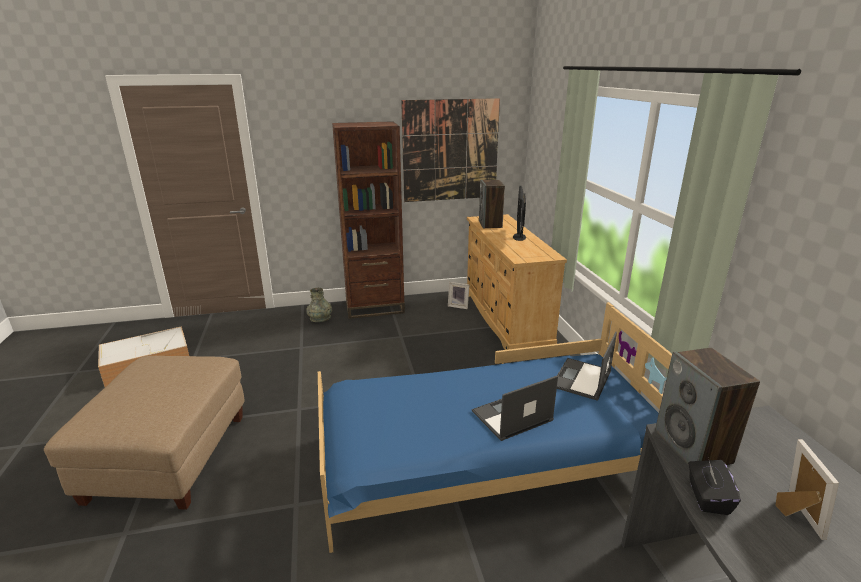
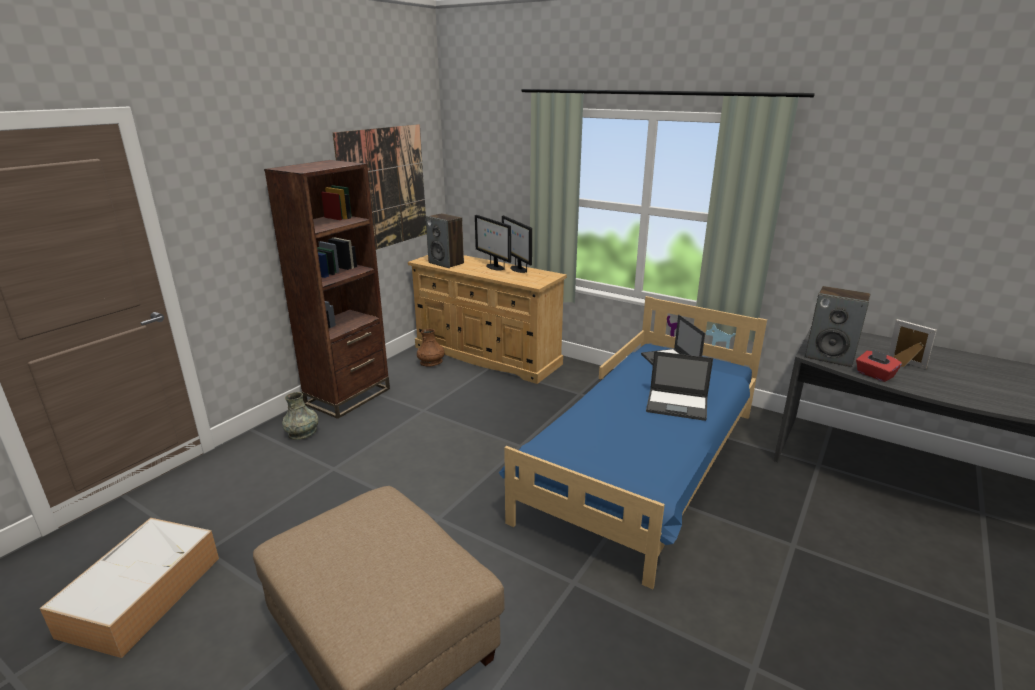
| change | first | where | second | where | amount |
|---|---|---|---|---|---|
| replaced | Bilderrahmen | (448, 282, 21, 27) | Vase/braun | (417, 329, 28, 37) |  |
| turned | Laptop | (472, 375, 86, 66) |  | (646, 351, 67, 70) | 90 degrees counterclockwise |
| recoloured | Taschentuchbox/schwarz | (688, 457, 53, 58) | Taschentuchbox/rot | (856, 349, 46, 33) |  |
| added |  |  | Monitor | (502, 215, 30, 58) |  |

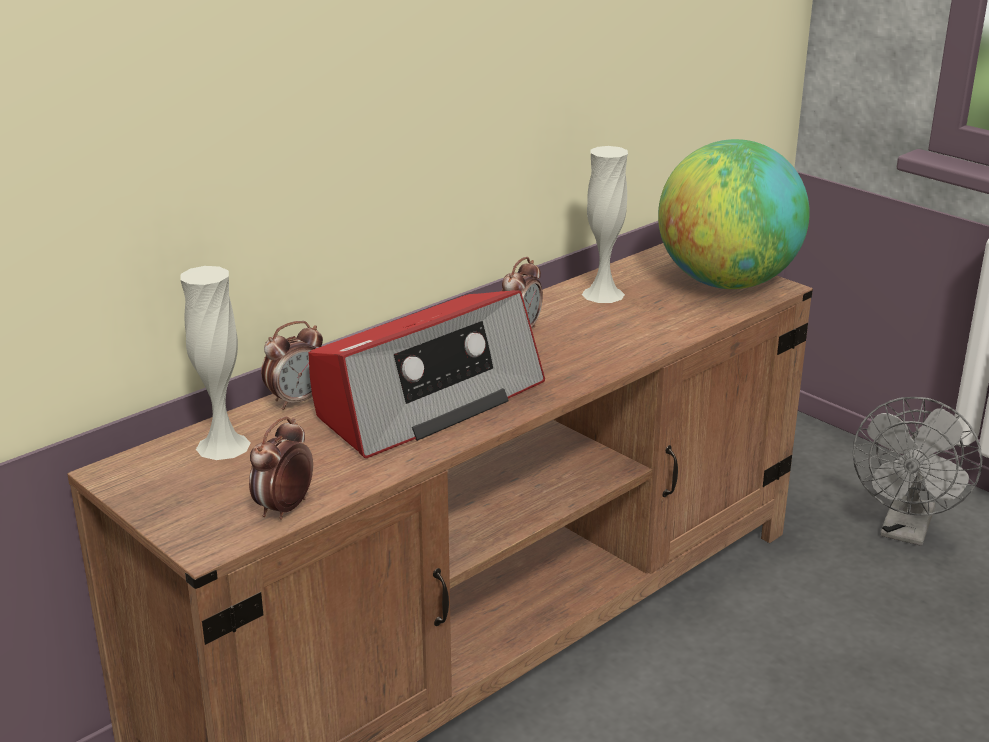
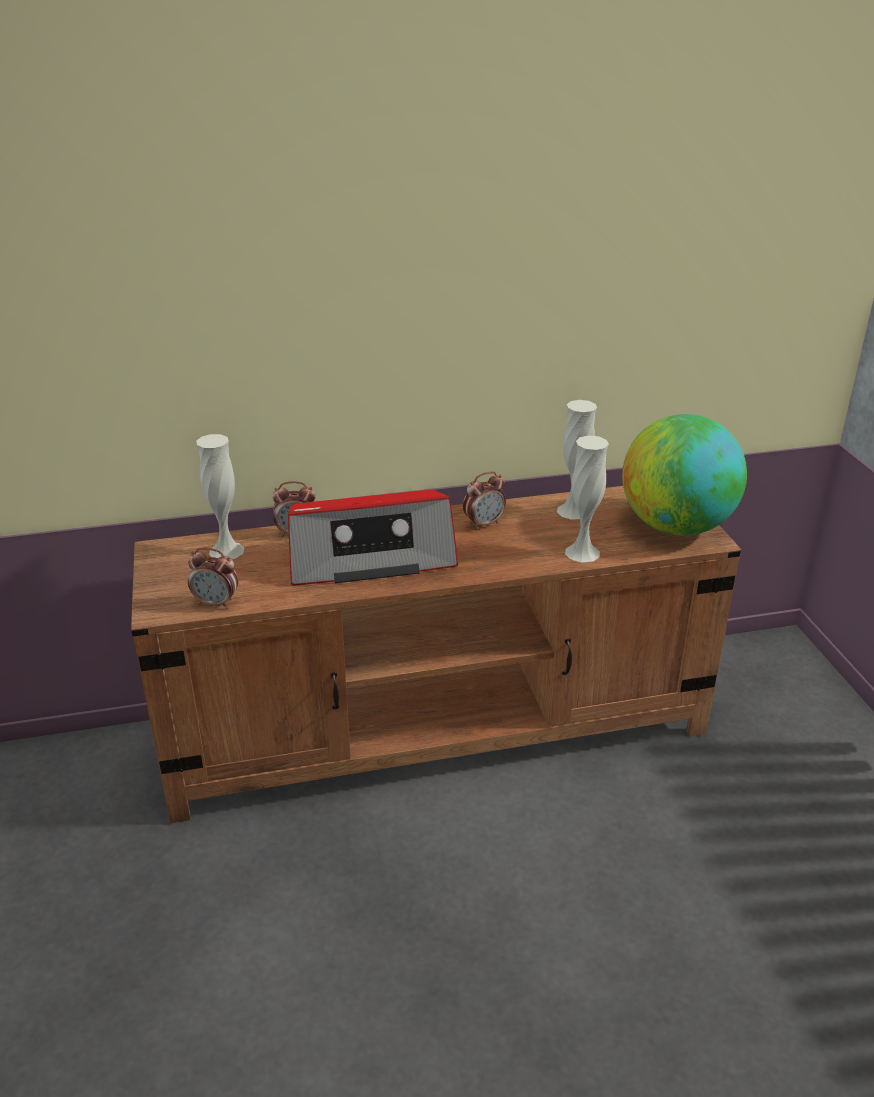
| change | first | where | second | where | amount |
|---|---|---|---|---|---|
| removed | Ventilator/grau | (853, 397, 129, 149) |  |  |  |
| turned | Wecker | (249, 417, 64, 102) |  | (188, 547, 50, 62) | 135 degrees counterclockwise |
| added |  |  | Vase/weiß | (565, 435, 44, 127) |  |

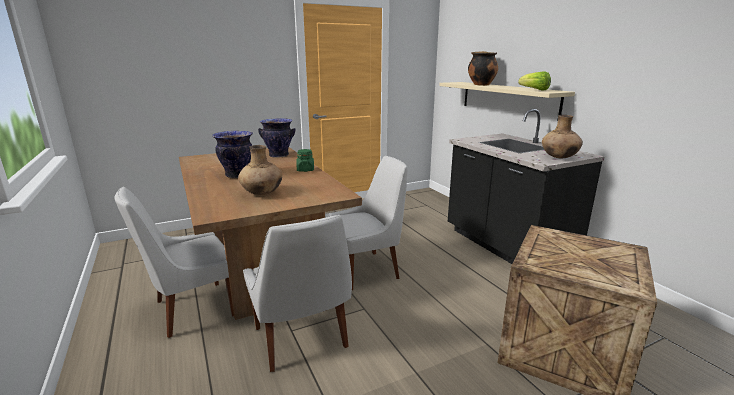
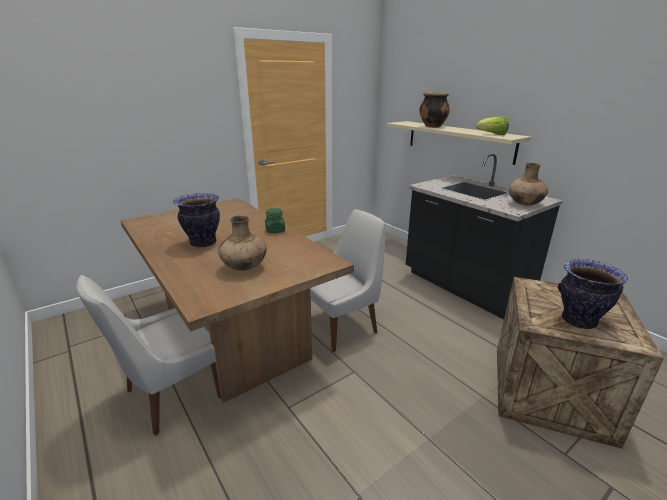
| change | first | where | second | where | amount |
|---|---|---|---|---|---|
| moved | Vase | (258, 118, 37, 40) |  | (558, 259, 70, 70) |  |
| removed | Stuhl/weiß | (243, 215, 109, 157) |  |  |  |

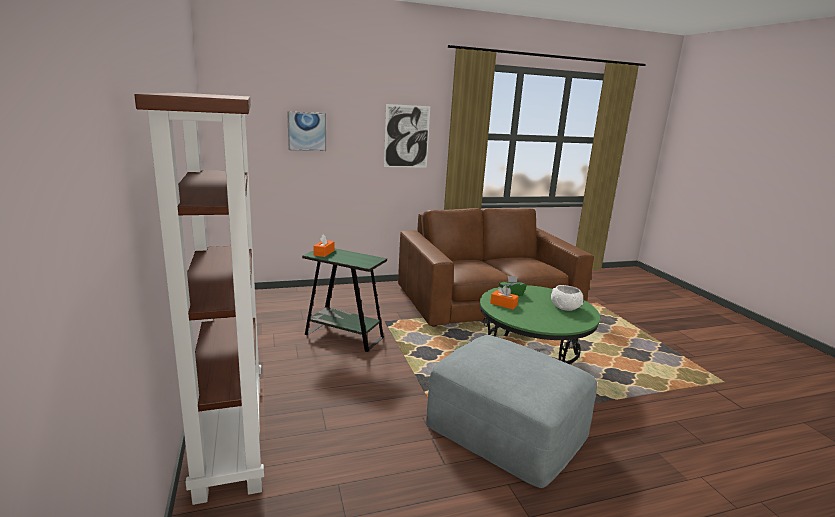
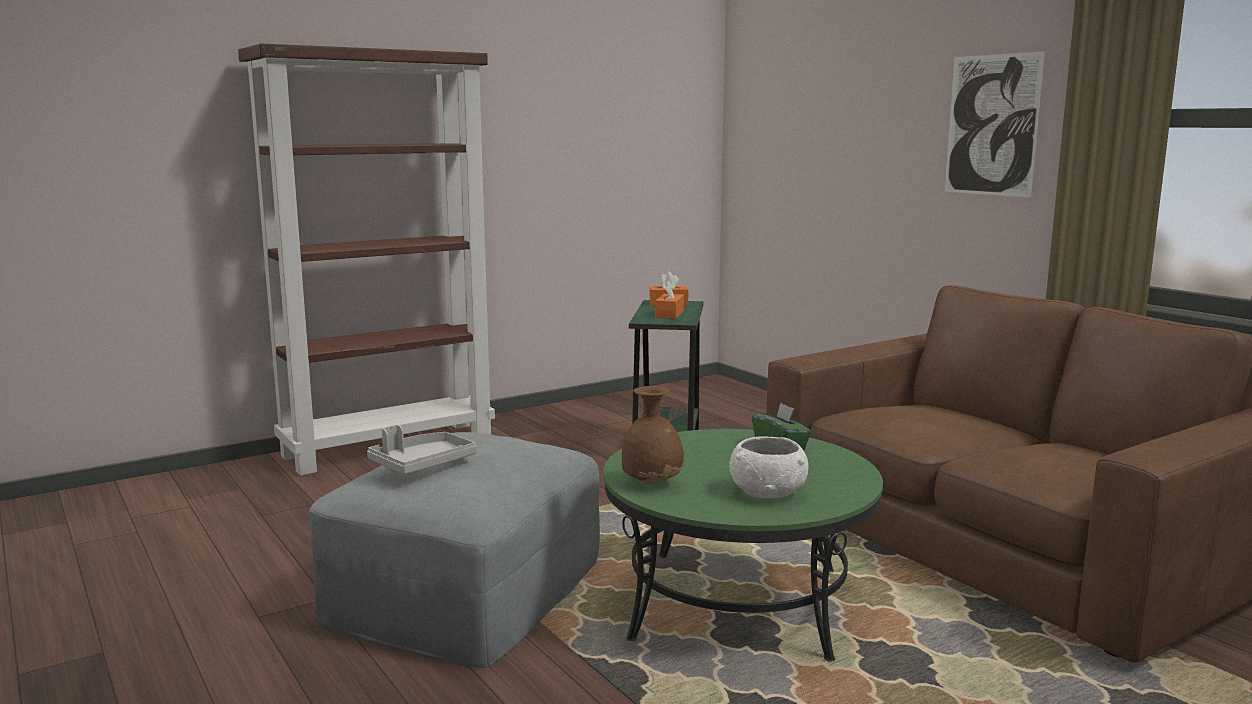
| change | first | where | second | where | amount |
|---|---|---|---|---|---|
| removed | Bild | (287, 111, 39, 40) |  |  |  |
| moved | Taschentuchbox/orange | (490, 286, 29, 23) |  | (655, 281, 29, 38) |  |
| added |  |  | Vase/braun | (622, 386, 62, 99) |  |
| added |  |  | Tablett/grau | (367, 425, 109, 49) |  |

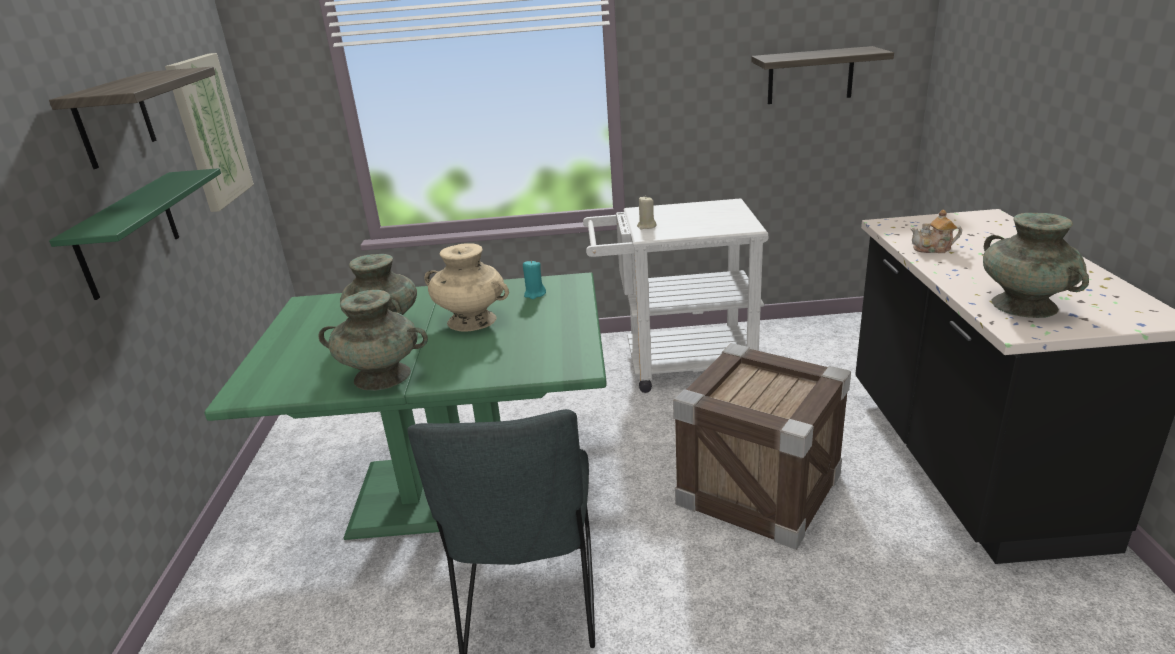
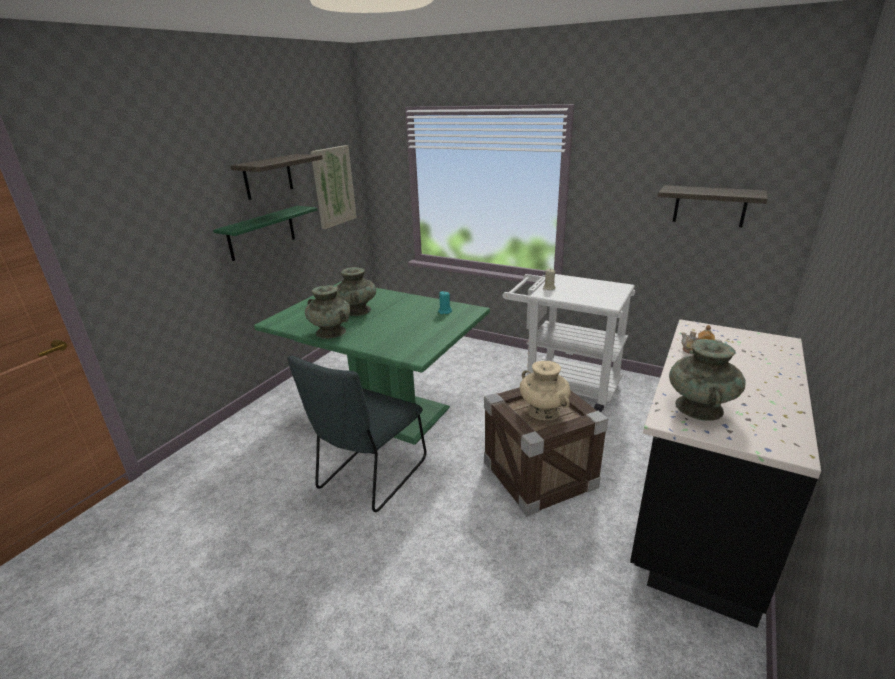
| change | first | where | second | where | amount |
|---|---|---|---|---|---|
| moved | Vase/beige | (424, 243, 85, 89) |  | (520, 361, 51, 59) |  |

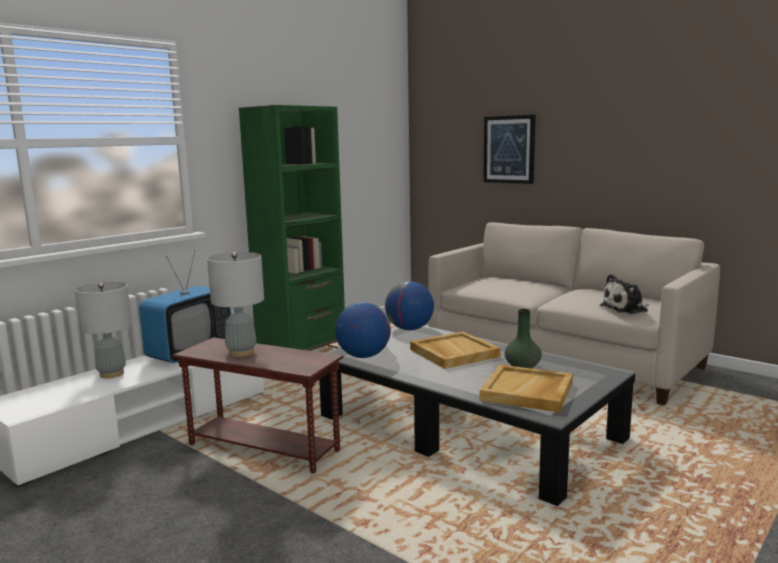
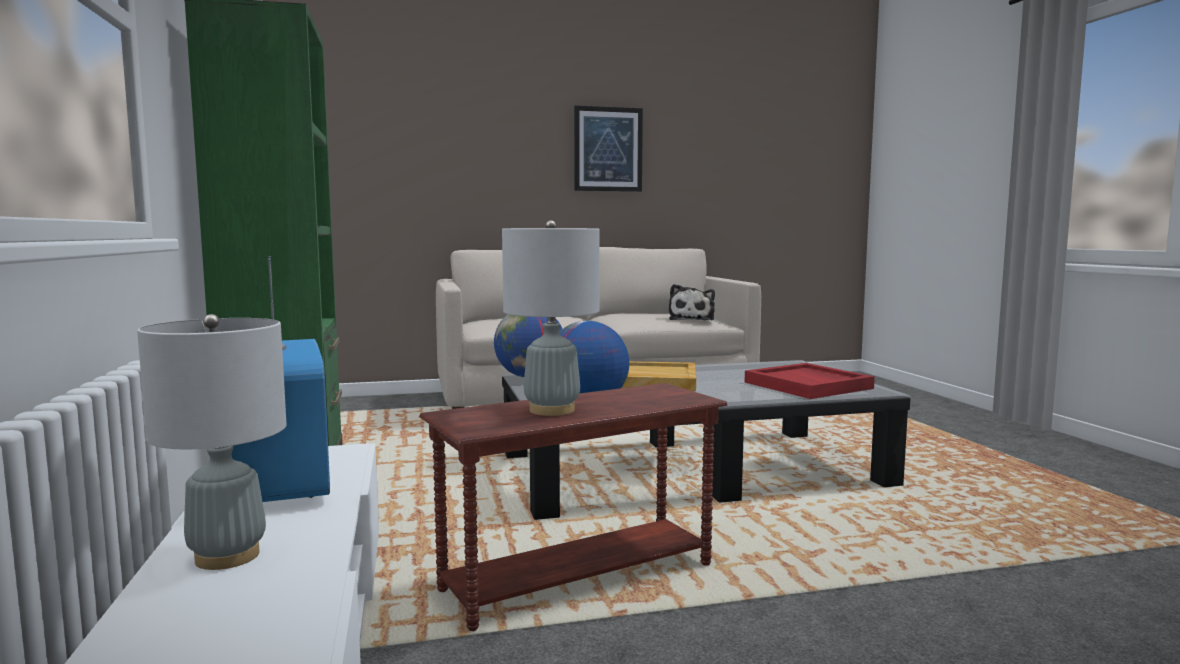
| change | first | where | second | where | amount |
|---|---|---|---|---|---|
| moved | Bild | (483, 115, 52, 69) |  | (574, 105, 69, 87) |  |
| removed | Vase/grün | (505, 309, 37, 59) |  |  |  |
| recoloured | Tablett/beige | (480, 365, 93, 48) | Tablett/rot | (745, 363, 130, 36) |  |

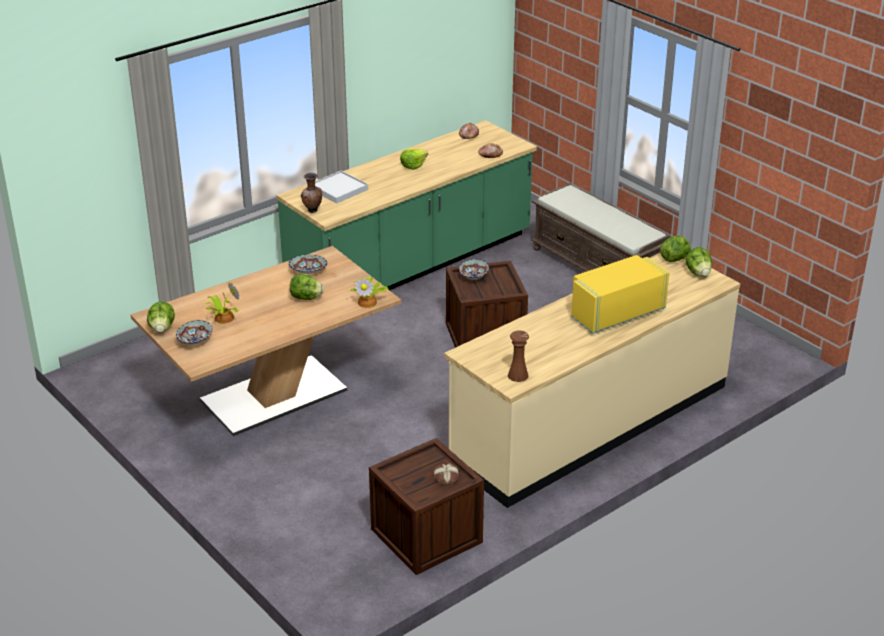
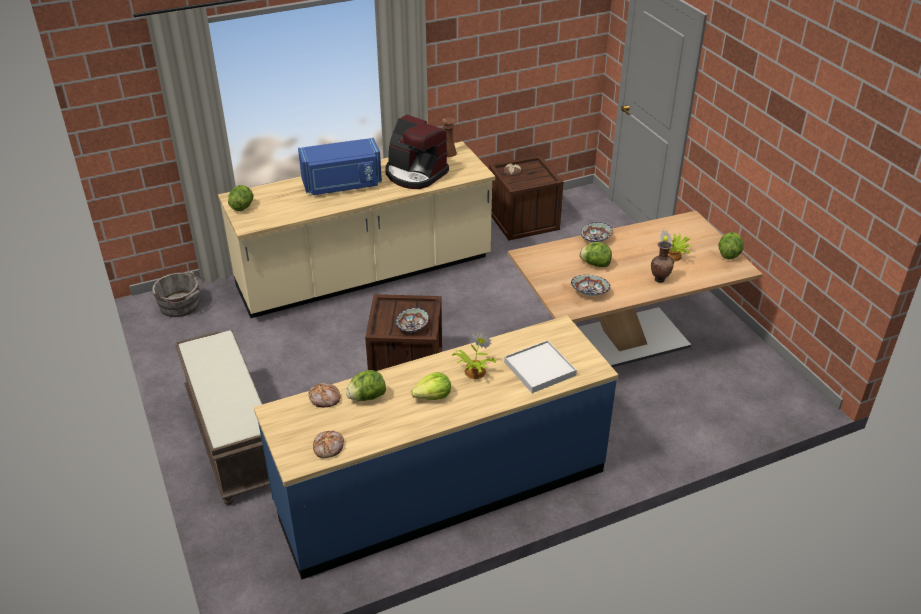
| change | first | where | second | where | amount |
|---|---|---|---|---|---|
| recoloured | Küchenzeile/grün | (276, 120, 261, 170) | Küchenzeile/blau | (254, 315, 364, 265) |  |
| moved | Vase/braun | (301, 173, 21, 40) |  | (651, 241, 23, 42) |  |
| moved | Salatkopf | (660, 236, 31, 26) |  | (346, 370, 40, 31) |  |
| recoloured | Mikrowelle/gelb | (571, 255, 99, 79) | Mikrowelle/blau | (298, 138, 84, 57) |  |
| moved | Topfpflanze | (349, 277, 40, 31) |  | (451, 332, 46, 47) |  |
| moved | Schüssel | (176, 320, 36, 25) |  | (581, 222, 31, 21) |  |
| added |  |  | Kaffeemaschine | (385, 115, 64, 74) |  |
| added |  |  | Eimer/grau | (152, 271, 51, 46) |  |

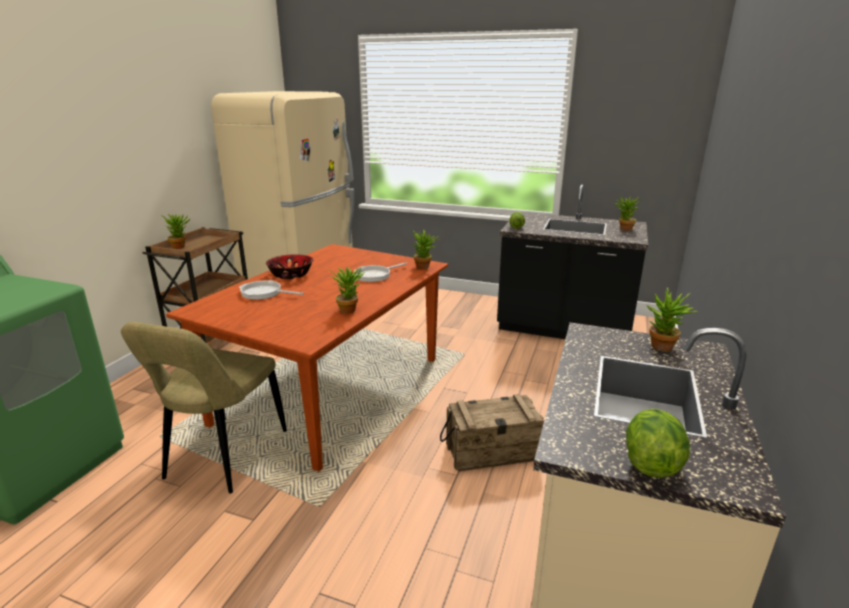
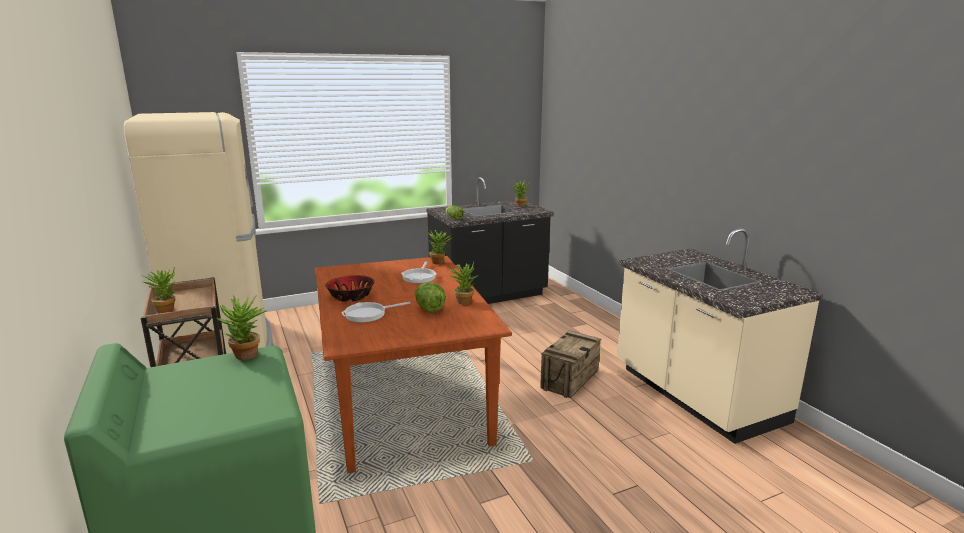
| change | first | where | second | where | amount |
|---|---|---|---|---|---|
| moved | Topfpflanze | (647, 287, 52, 64) |  | (216, 294, 51, 66) |  |
| removed | Stuhl/beige | (121, 322, 166, 171) |  |  |  |
| moved | Salatkopf | (626, 409, 64, 69) |  | (415, 282, 31, 31) |  |

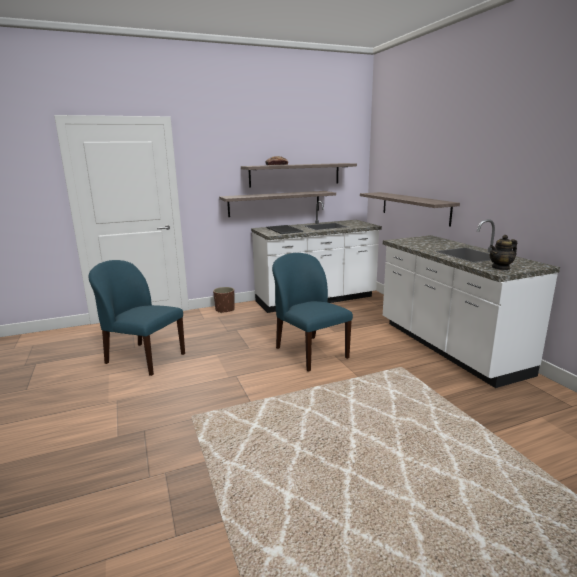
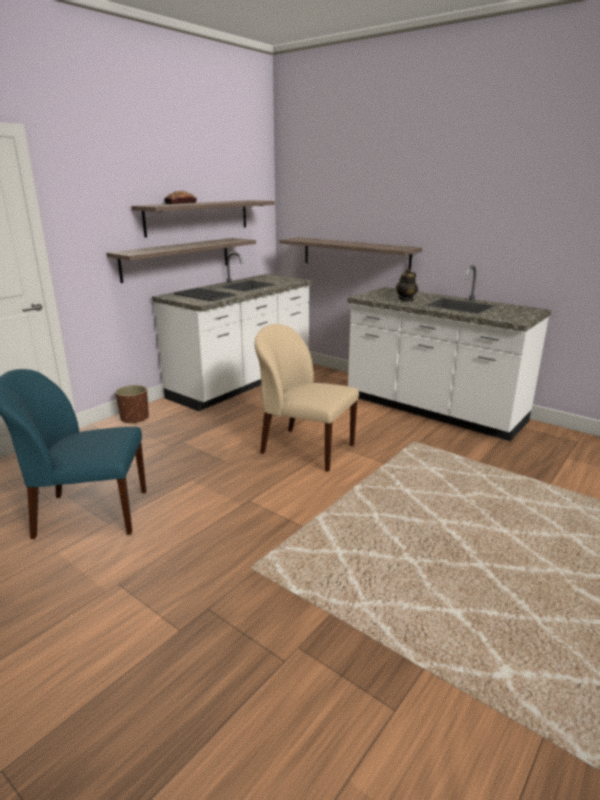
| change | first | where | second | where | amount |
|---|---|---|---|---|---|
| moved | Teekanne | (490, 235, 27, 35) |  | (396, 268, 22, 33) |  |
| recoloured | Stuhl/blau | (272, 253, 81, 119) | Stuhl/beige | (254, 324, 105, 148) |  |

